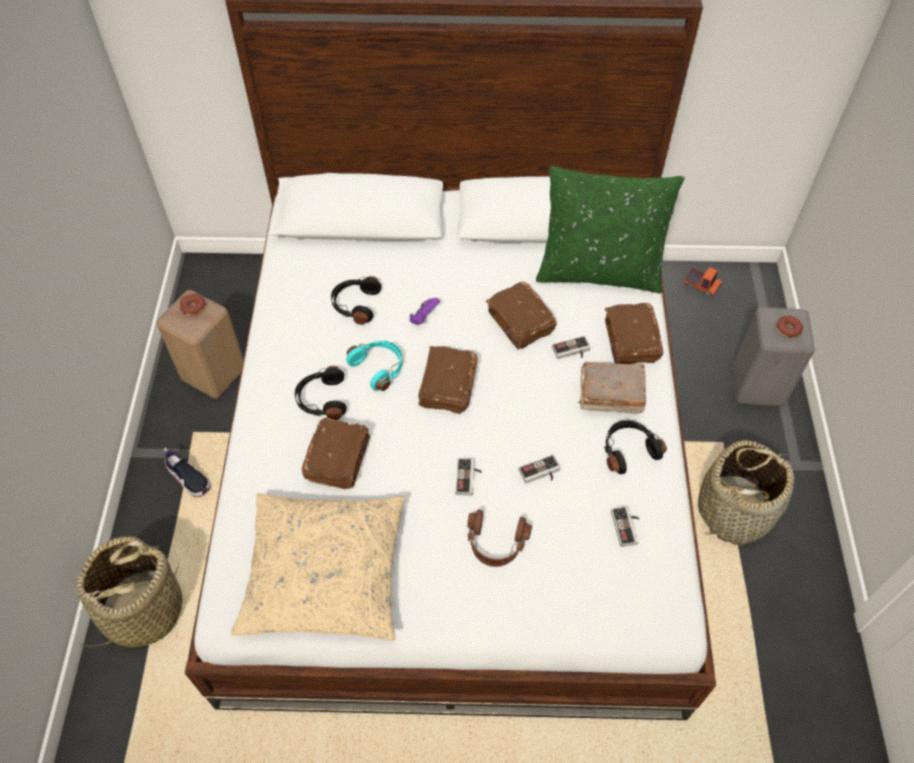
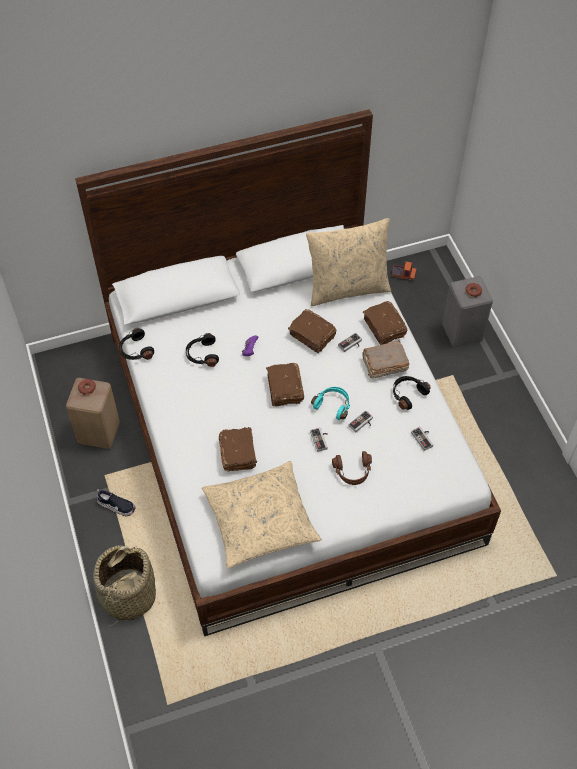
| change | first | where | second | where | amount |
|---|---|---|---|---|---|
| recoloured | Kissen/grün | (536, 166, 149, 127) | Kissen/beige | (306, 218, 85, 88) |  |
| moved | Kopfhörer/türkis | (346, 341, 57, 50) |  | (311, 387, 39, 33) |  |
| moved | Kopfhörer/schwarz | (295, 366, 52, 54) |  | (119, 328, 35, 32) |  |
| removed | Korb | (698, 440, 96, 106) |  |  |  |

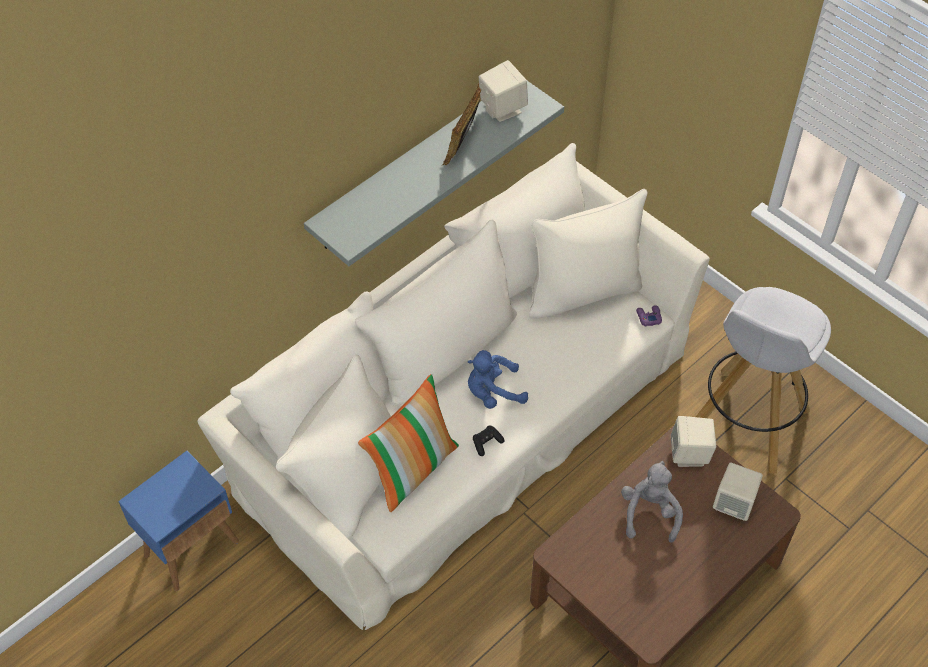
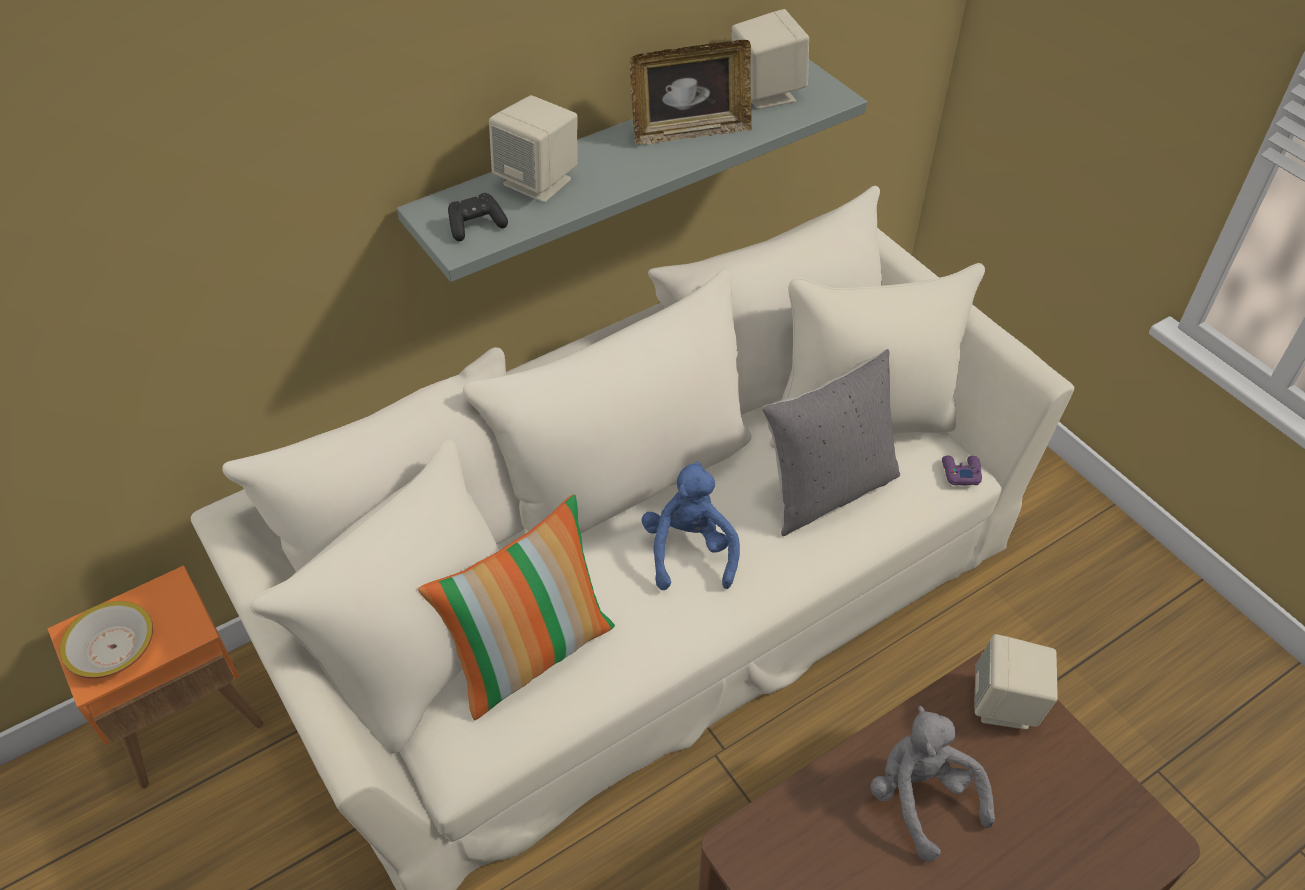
| change | first | where | second | where | amount |
|---|---|---|---|---|---|
| turned | Bilderrahmen | (441, 83, 40, 83) |  | (630, 40, 122, 105) | 135 degrees counterclockwise |
| removed | Hocker/weiß | (696, 287, 135, 187) |  |  |  |
| turned | Plüschtier/blau | (468, 350, 60, 59) |  | (642, 461, 98, 129) | 90 degrees clockwise |
| moved | Gamepad/schwarz | (473, 426, 31, 30) |  | (448, 193, 60, 48) |  |
| recoloured | Beistelltisch/blau | (118, 451, 121, 140) | Beistelltisch/orange | (48, 565, 216, 224) |  |
| turned | Plüschtier/grau | (621, 461, 62, 82) |  | (870, 706, 125, 156) | 45 degrees counterclockwise |
| moved | Lautsprecher/beige | (713, 462, 50, 59) |  | (489, 95, 89, 108) |  |
| added |  |  | Kissen/grau | (762, 349, 138, 187) |  |
| added |  |  | Schüssel | (60, 601, 93, 77) |  |

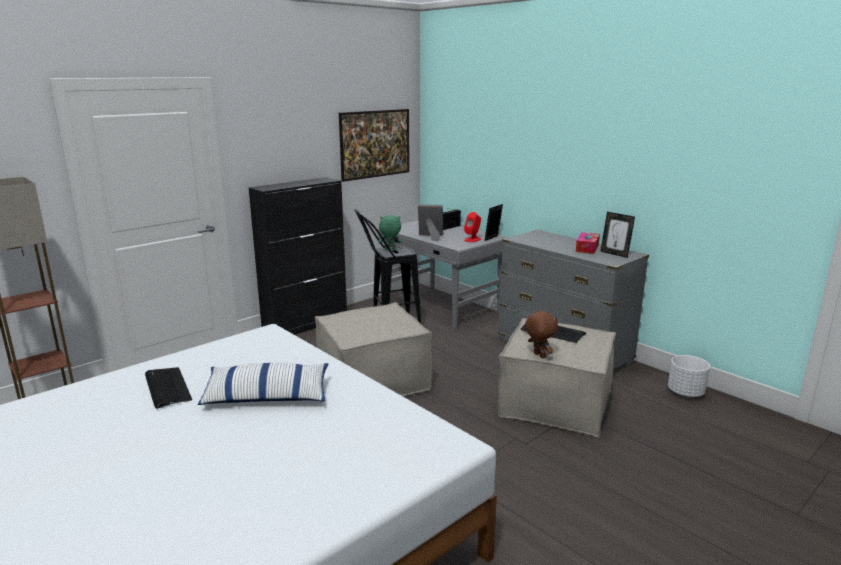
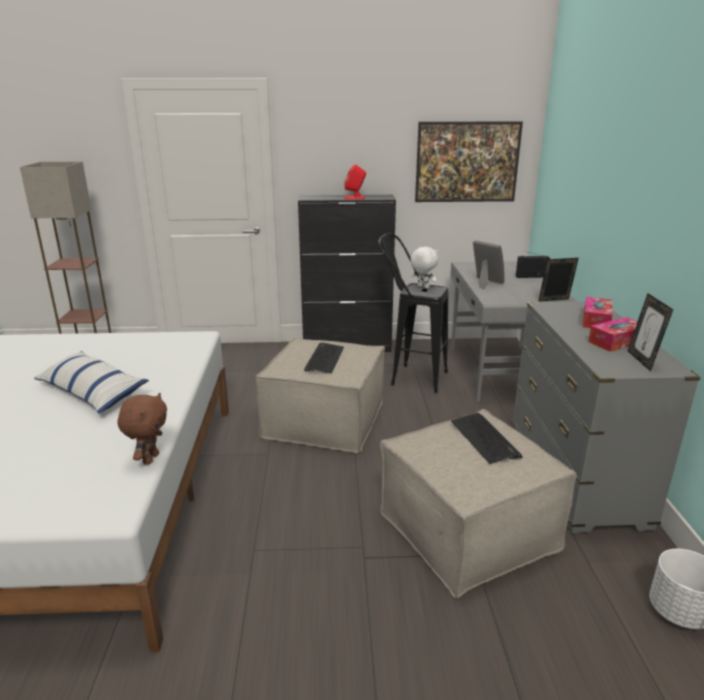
| change | first | where | second | where | amount |
|---|---|---|---|---|---|
| moved | Lautsprecher/rot | (464, 212, 17, 30) |  | (344, 164, 22, 35) |  |
| recoloured | Plüschtier/grün | (378, 215, 25, 35) | Plüschtier/weiß | (410, 247, 29, 41) |  |
| moved | Plüschtier/braun | (525, 310, 33, 48) |  | (118, 393, 49, 72) |  |
| moved | Tastatur | (145, 367, 47, 42) |  | (304, 342, 40, 32) |  |
| added |  |  | Taschentuchbox | (582, 297, 31, 31) |  |

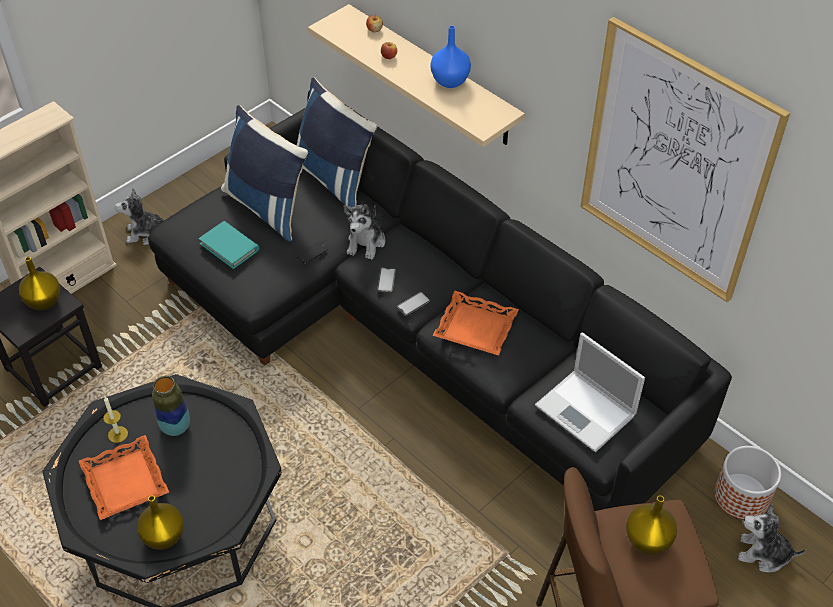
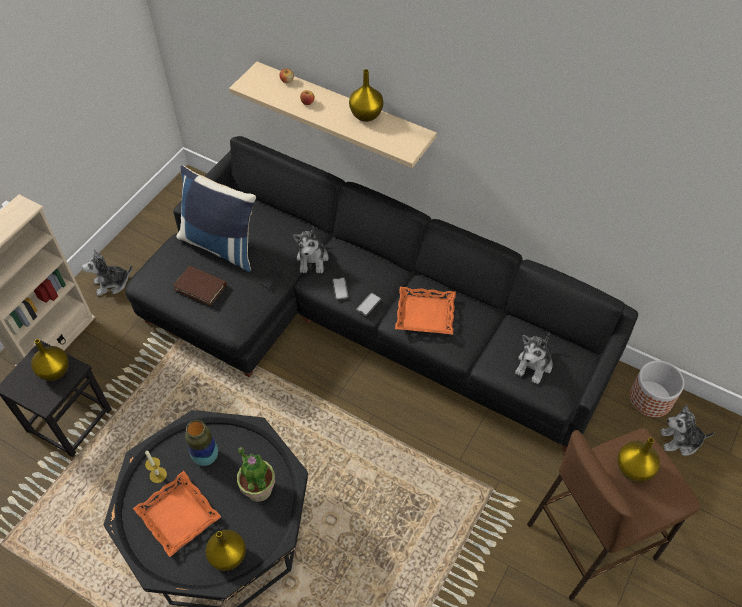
| change | first | where | second | where | amount |
|---|---|---|---|---|---|
| removed | Bild | (580, 17, 210, 286) |  |  |  |
| recoloured | Vase/blau | (430, 26, 41, 62) | Vase/gelb | (349, 69, 34, 53) |  |
| removed | Kissen/blau | (297, 78, 80, 129) |  |  |  |
| recoloured | Buch/türkis | (198, 221, 61, 48) | Buch/braun | (173, 266, 54, 40) |  |
| replaced | Laptop | (535, 332, 110, 120) | Plüschtier | (515, 332, 37, 52) |  |
| added |  |  | Topfpflanze | (237, 447, 38, 55) |  |

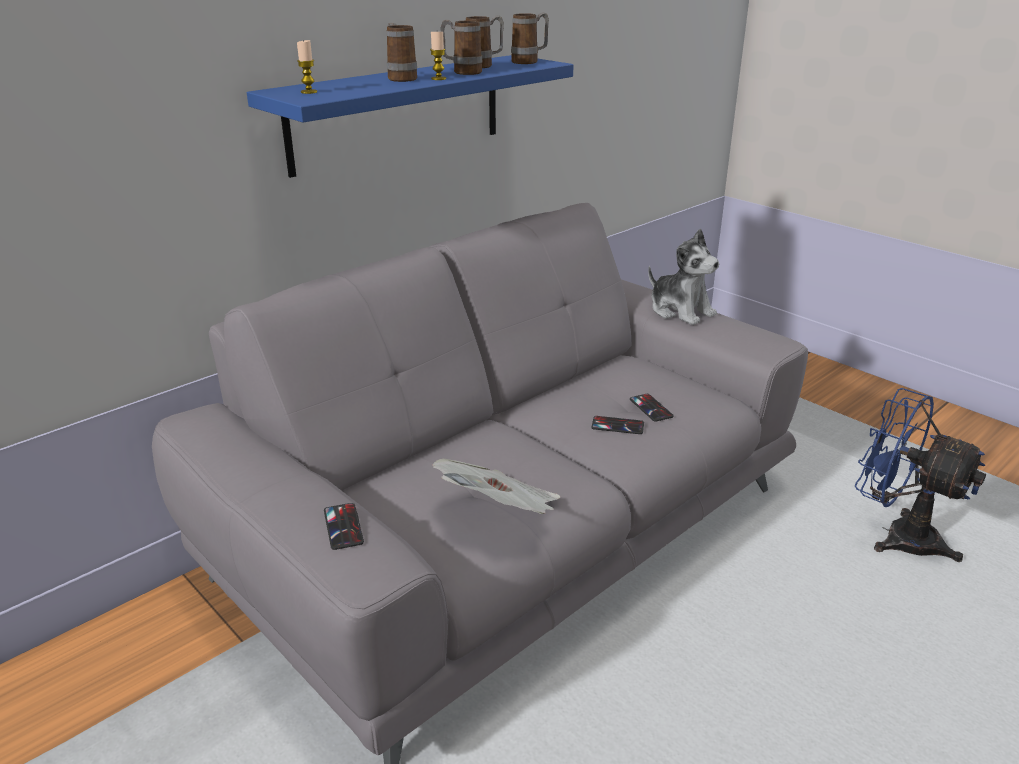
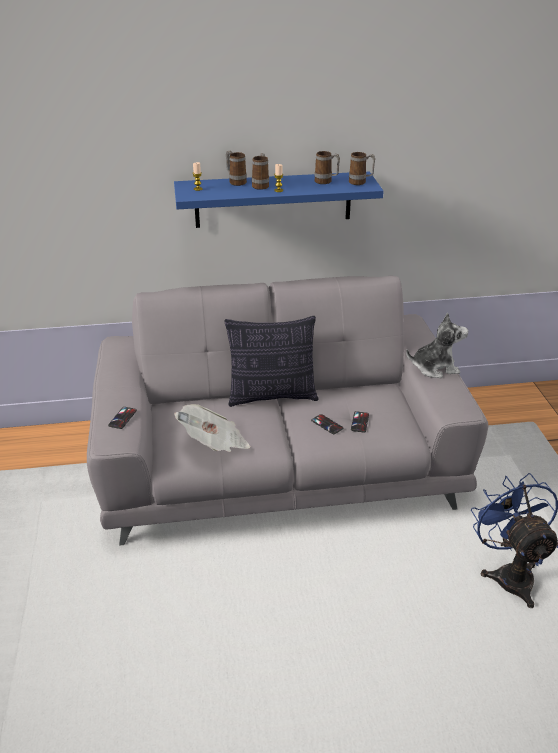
| change | first | where | second | where | amount |
|---|---|---|---|---|---|
| moved | Henkelbecher | (440, 20, 42, 55) |  | (226, 151, 21, 35) |  |
| turned | Plüschtier | (648, 229, 71, 96) |  | (406, 313, 62, 65) | 90 degrees counterclockwise |
| added |  |  | Kissen | (225, 316, 94, 91) |  |

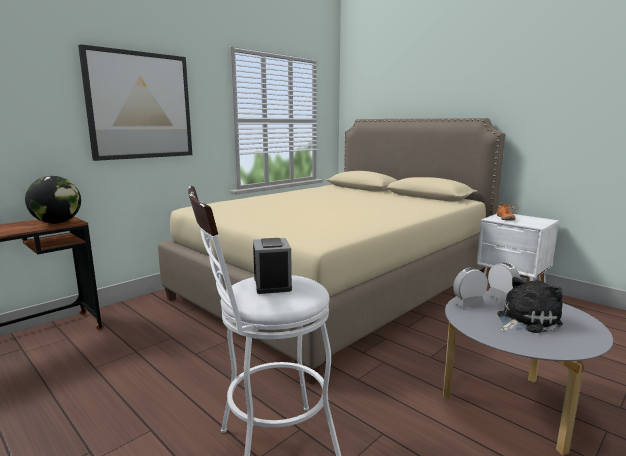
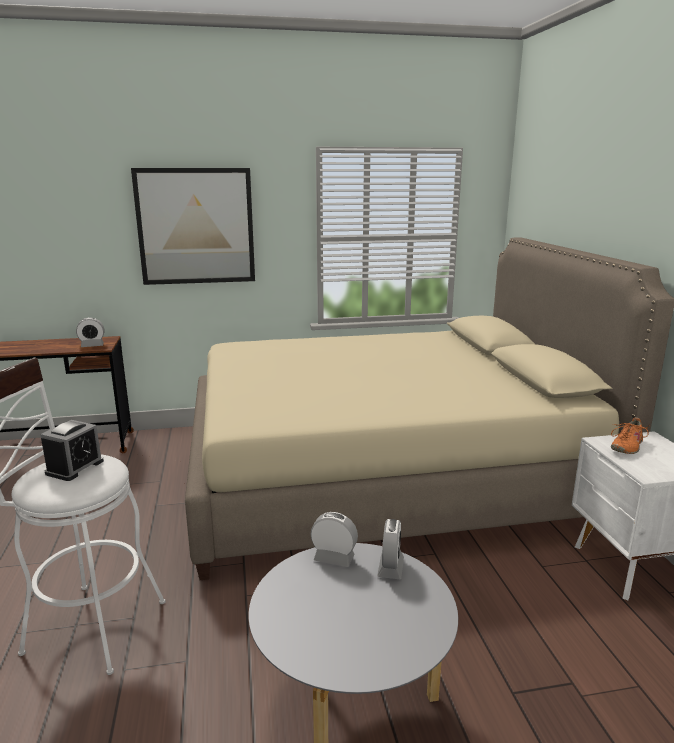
| change | first | where | second | where | amount |
|---|---|---|---|---|---|
| replaced | Globus | (25, 176, 56, 48) | Wecker | (76, 317, 28, 30) |  |
| removed | Plüschtier | (497, 277, 66, 56) |  |  |  |

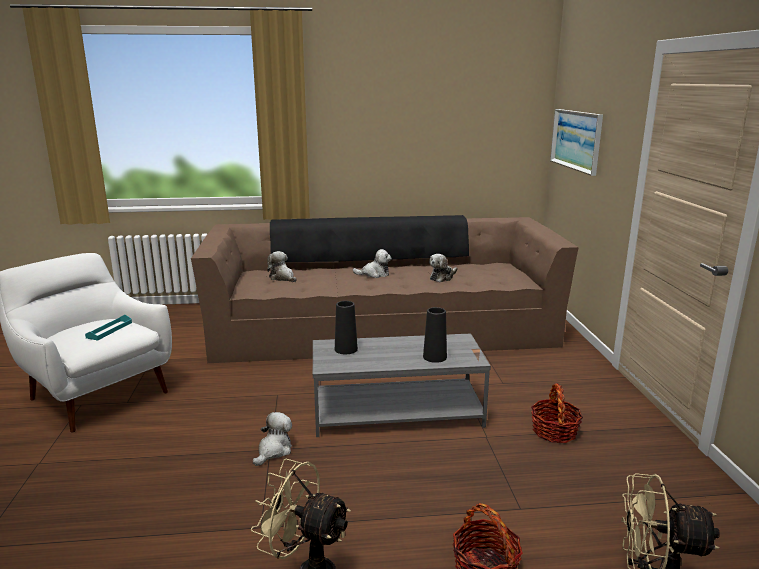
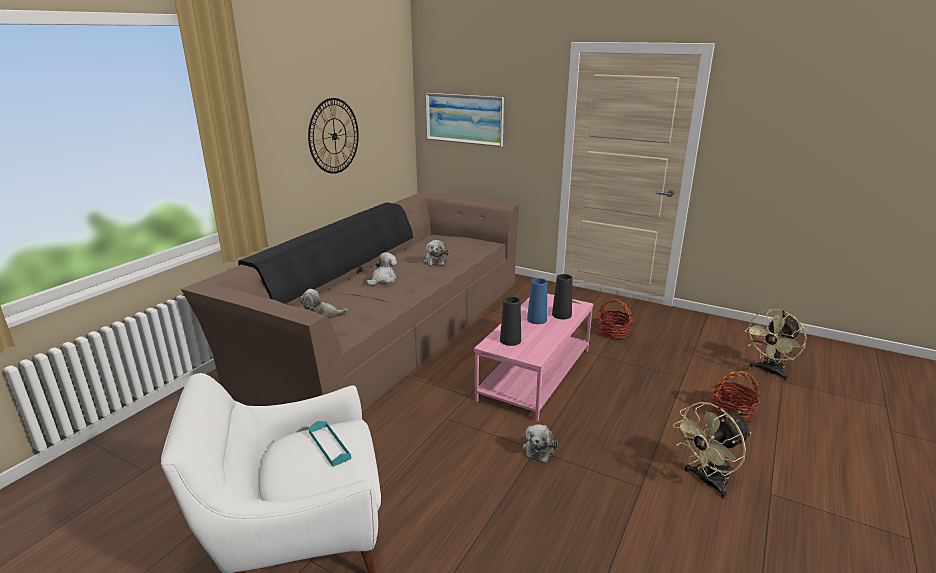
| change | first | where | second | where | amount |
|---|---|---|---|---|---|
| recoloured | Couchtisch/grau | (313, 333, 178, 104) | Couchtisch/rosa | (474, 294, 119, 128) |  |
| turned | Plüschtier | (253, 412, 39, 54) |  | (523, 424, 35, 38) | 135 degrees counterclockwise |
| added |  |  | Wanduhr | (308, 98, 51, 76) |  |
| added |  |  | Vase/blau | (527, 278, 20, 46) |  |

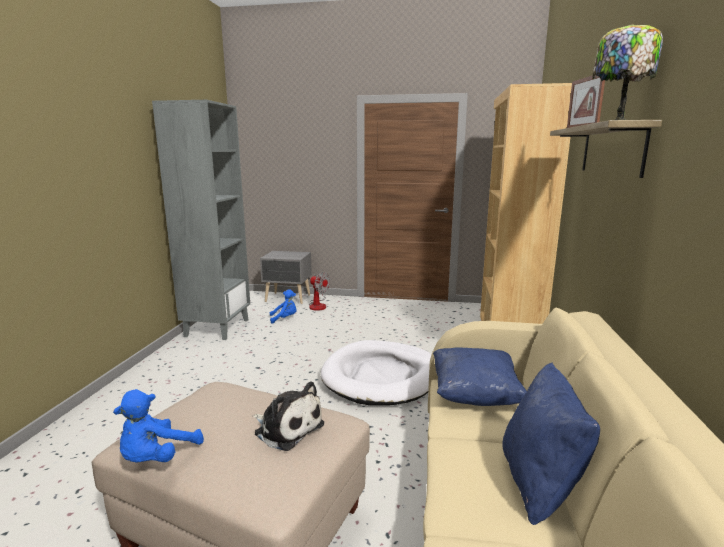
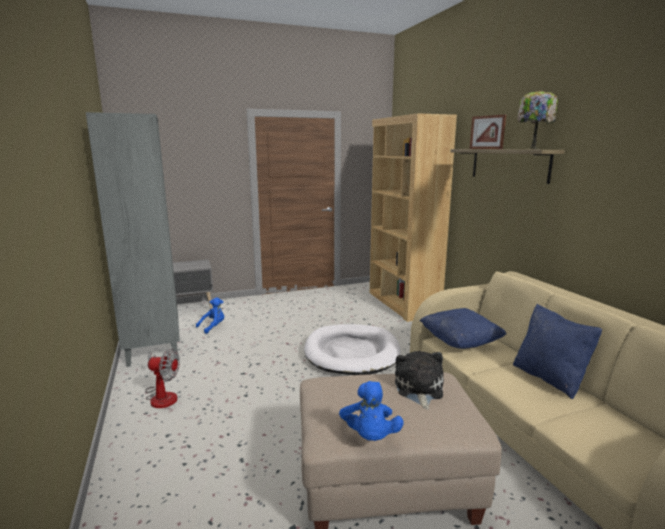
| change | first | where | second | where | amount |
|---|---|---|---|---|---|
| moved | Ventilator | (309, 272, 21, 39) |  | (145, 348, 35, 60) |  |
| turned | Plüschtier | (252, 381, 72, 70) |  | (395, 351, 49, 59) | 90 degrees counterclockwise |

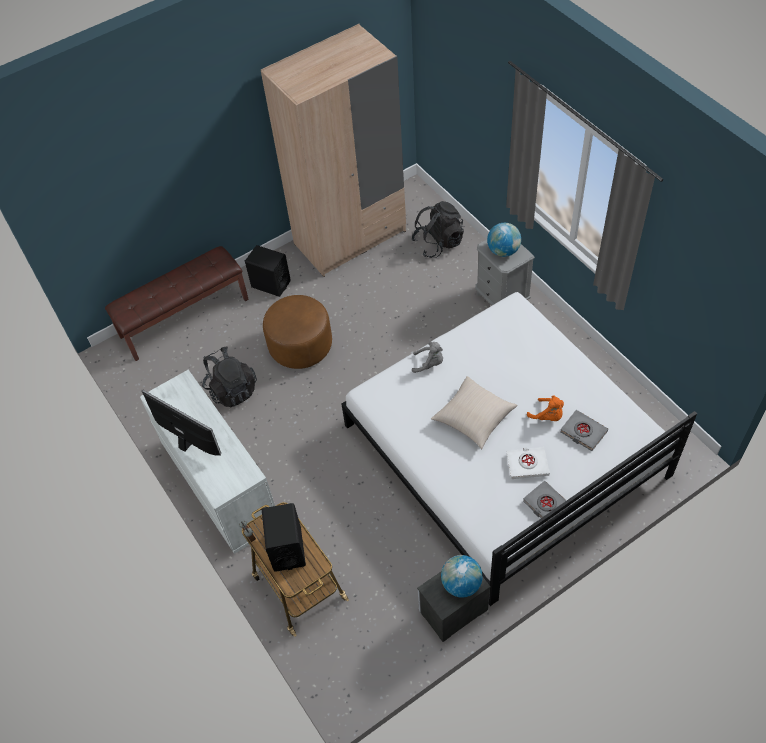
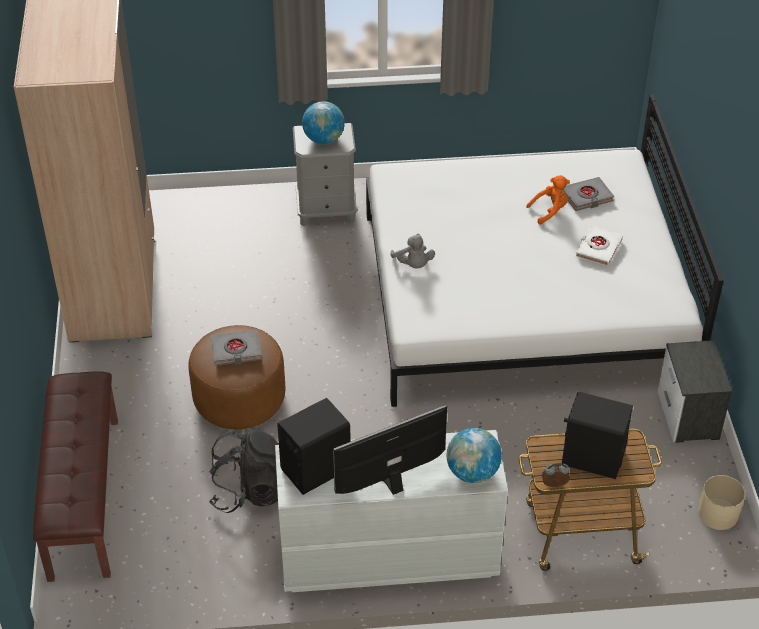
| change | first | where | second | where | amount |
|---|---|---|---|---|---|
| removed | Rucksack/schwarz | (412, 201, 52, 57) |  |  |  |
| moved | Lautsprecher/schwarz | (245, 245, 46, 52) |  | (277, 398, 74, 97) |  |
| turned | Plüschtier/grau | (412, 342, 31, 31) |  | (391, 234, 44, 35) | 120 degrees clockwise |
| removed | Kissen/beige | (431, 376, 86, 73) |  |  |  |
| moved | Buch/grau | (523, 481, 47, 42) |  | (211, 330, 51, 36) |  |
| moved | Globus | (441, 555, 42, 43) |  | (447, 428, 55, 55) |  |
| added |  |  | Pflanzkübel/beige | (698, 475, 47, 55) |  |

